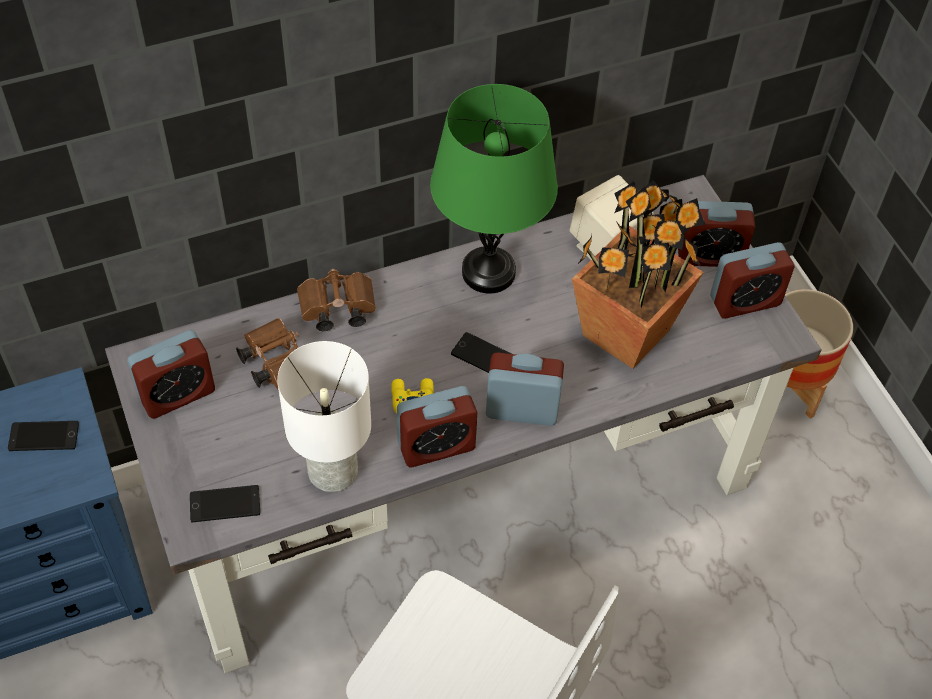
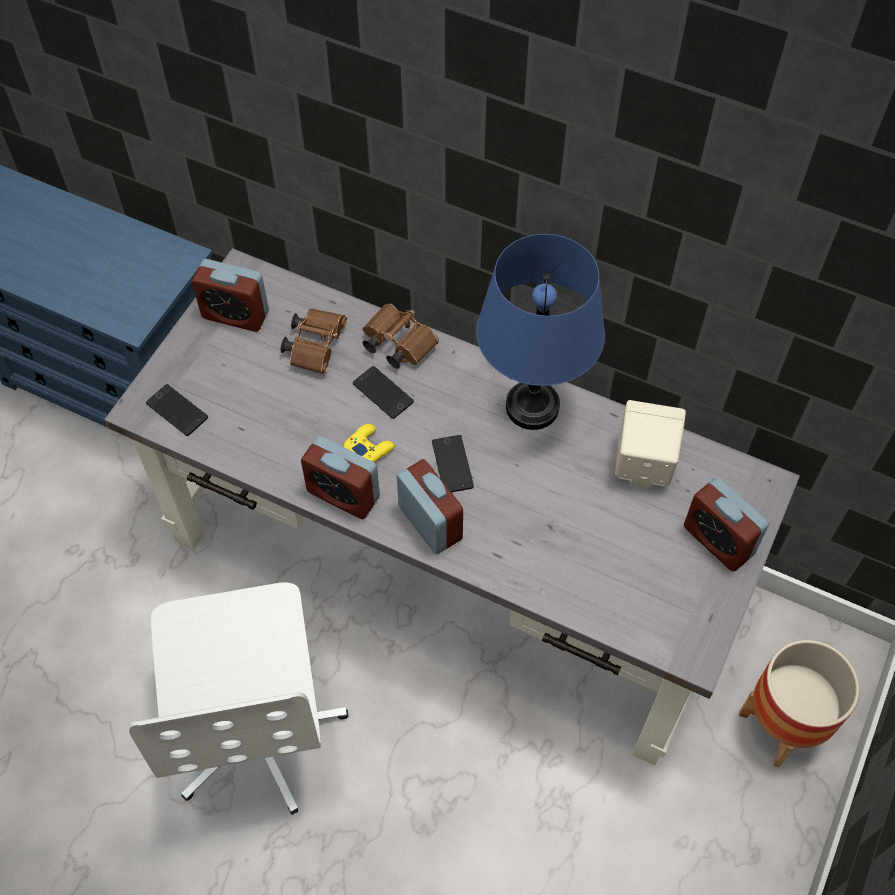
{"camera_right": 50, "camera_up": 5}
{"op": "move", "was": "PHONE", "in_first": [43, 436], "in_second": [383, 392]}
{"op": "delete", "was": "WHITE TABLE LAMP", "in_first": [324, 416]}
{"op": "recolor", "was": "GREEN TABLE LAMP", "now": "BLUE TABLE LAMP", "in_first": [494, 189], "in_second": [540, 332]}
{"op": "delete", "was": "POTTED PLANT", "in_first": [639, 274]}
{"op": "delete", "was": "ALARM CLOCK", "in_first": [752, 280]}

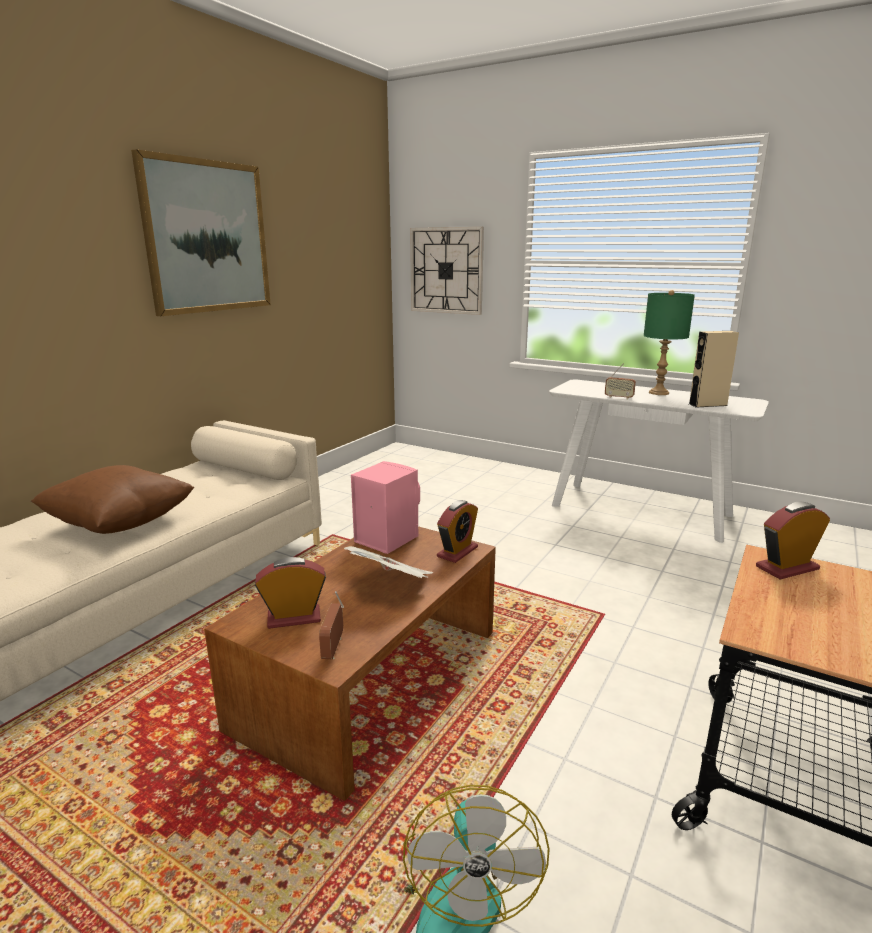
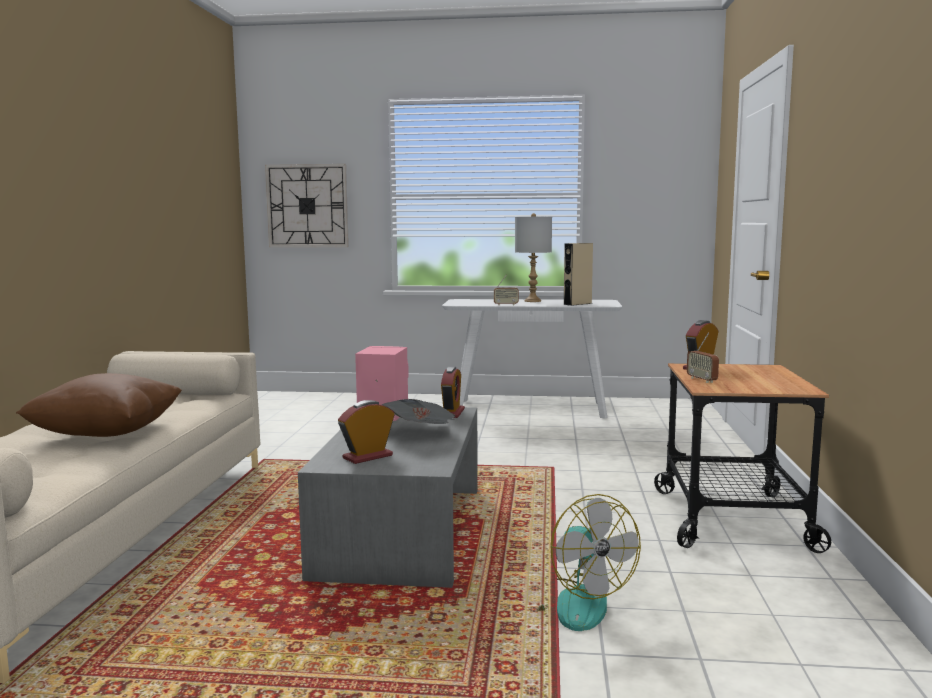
{"camera_right": -25, "camera_up": -10}
{"op": "delete", "was": "PICTURE", "in_first": [201, 232]}
{"op": "recolor", "was": "BROWN COFFEE TABLE", "now": "GREY COFFEE TABLE", "in_first": [350, 663], "in_second": [388, 497]}
{"op": "move", "was": "RADIO", "in_first": [331, 625], "in_second": [703, 357]}
{"op": "recolor", "was": "GREEN TABLE LAMP", "now": "GREY TABLE LAMP", "in_first": [669, 342], "in_second": [533, 257]}

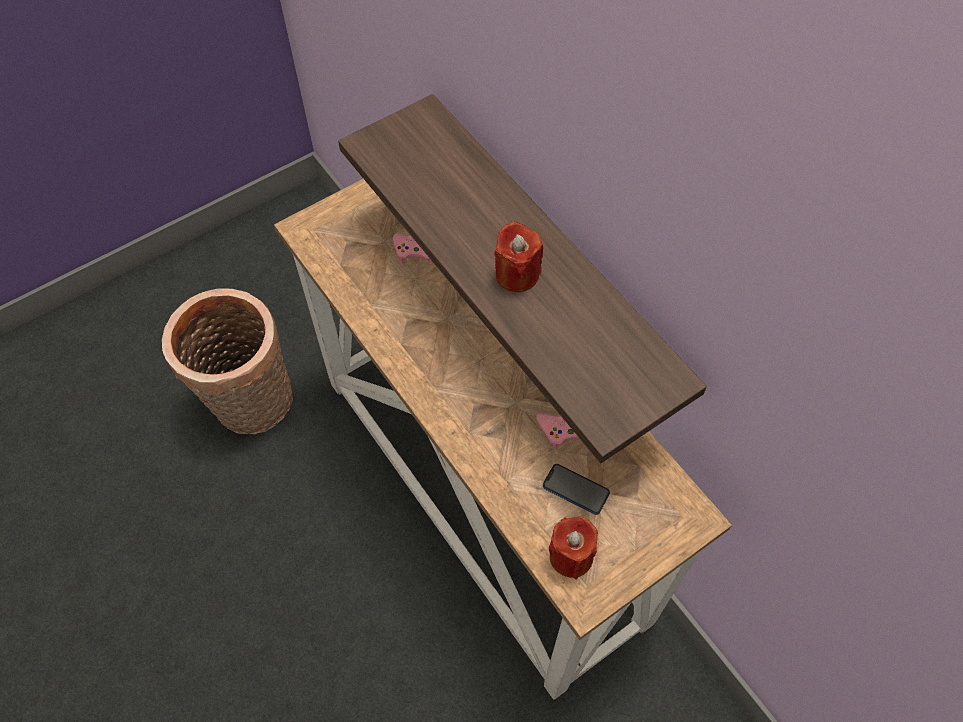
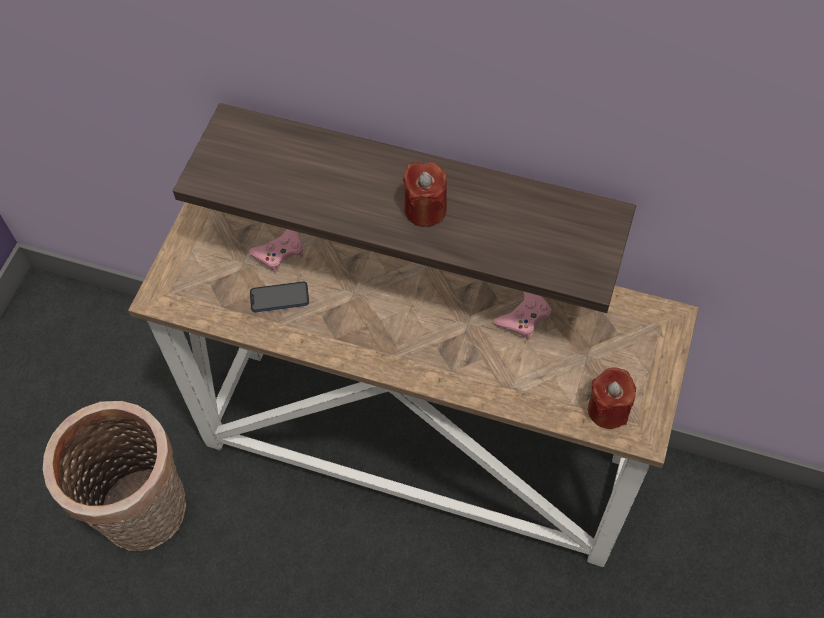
{"camera_right": -35, "camera_up": 0}
{"op": "move", "was": "PHONE", "in_first": [576, 489], "in_second": [279, 296]}

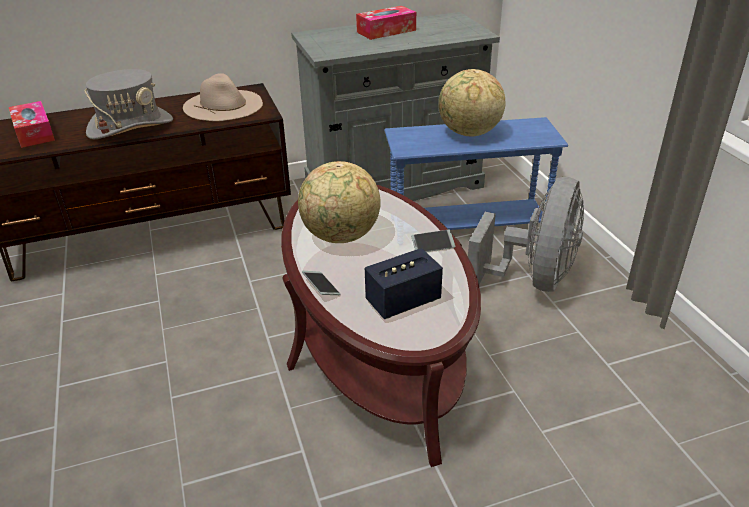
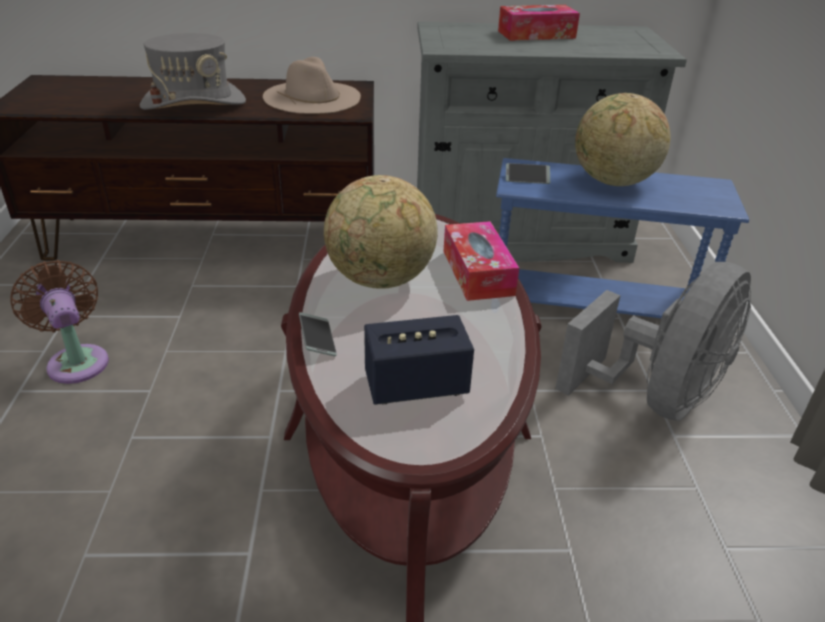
{"camera_right": 15, "camera_up": 0}
{"op": "move", "was": "TISSUE BOX", "in_first": [32, 124], "in_second": [481, 261]}
{"op": "move", "was": "PHONE", "in_first": [433, 241], "in_second": [528, 173]}
{"op": "insert", "now": "BROWN FAN", "in_second": [59, 322]}

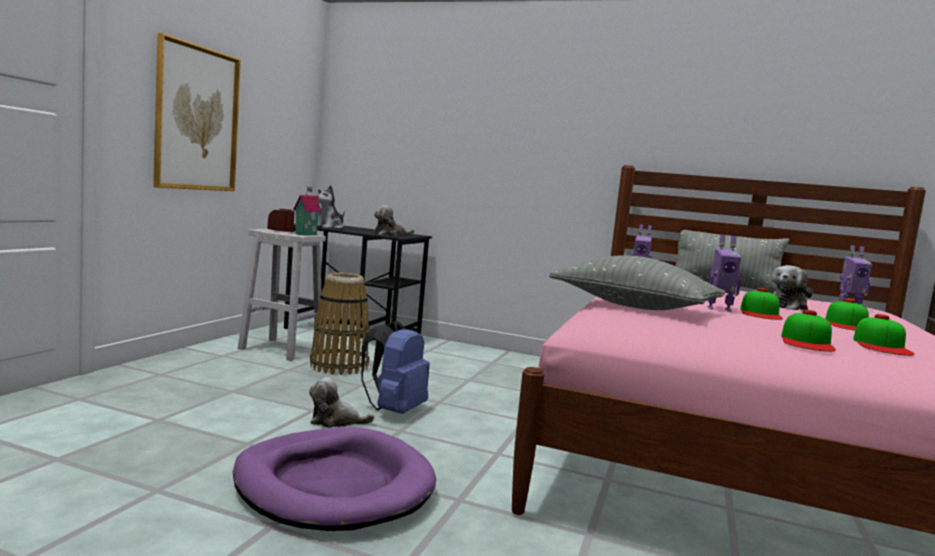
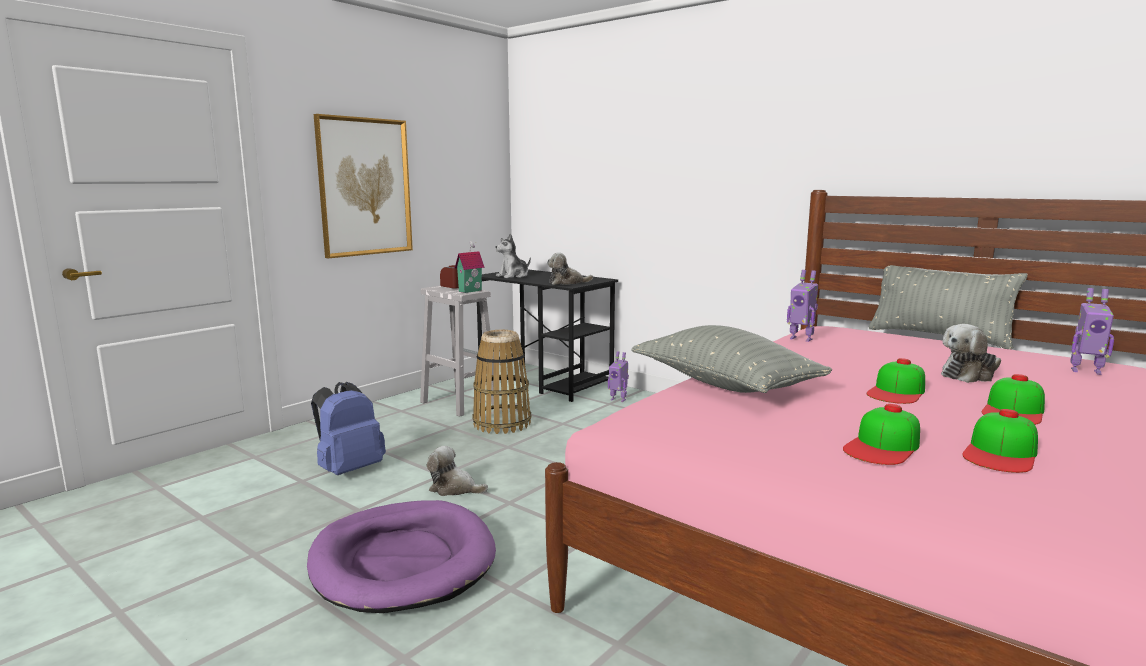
{"camera_right": 20, "camera_up": 5}
{"op": "move", "was": "BLUE BACKPACK", "in_first": [395, 367], "in_second": [348, 428]}
{"op": "move", "was": "TOY ROBOT", "in_first": [724, 273], "in_second": [618, 376]}

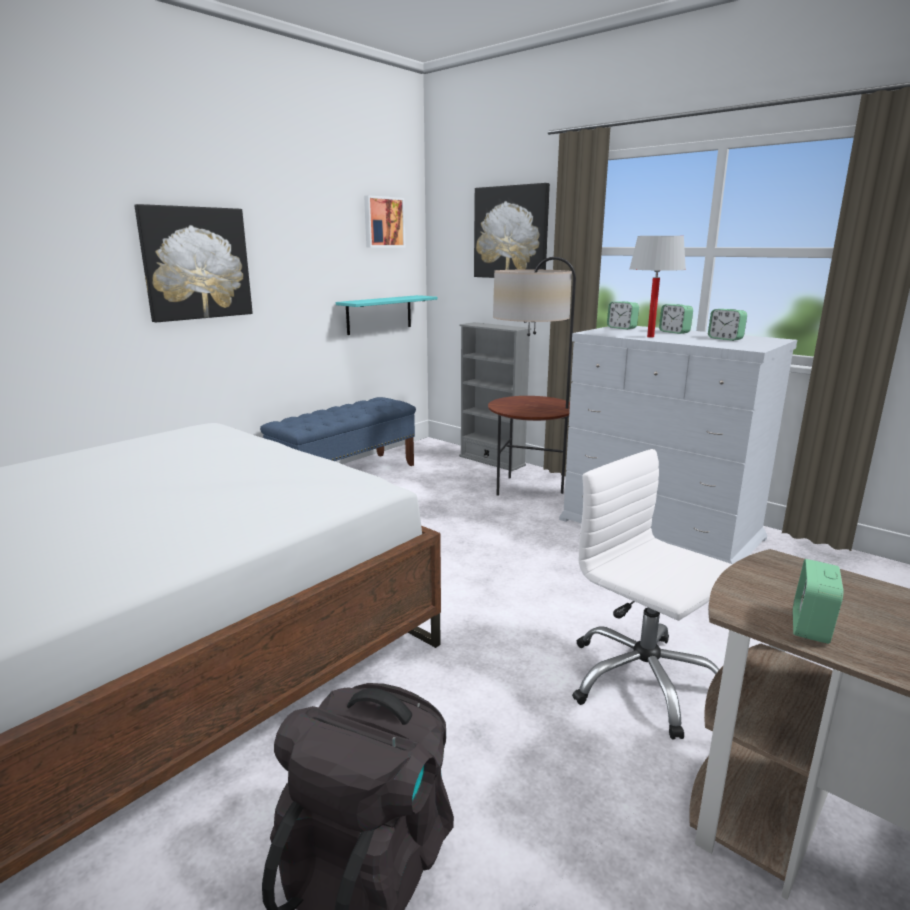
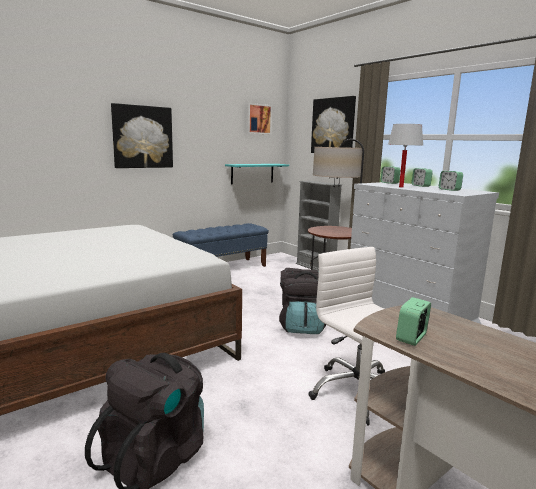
{"camera_right": 10, "camera_up": -5}
{"op": "insert", "now": "BLACK BACKPACK", "in_second": [302, 301]}

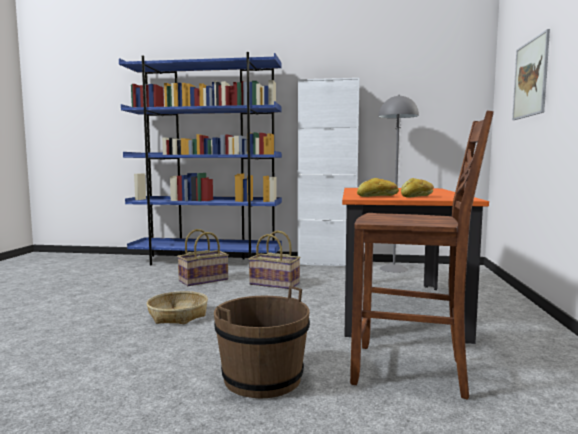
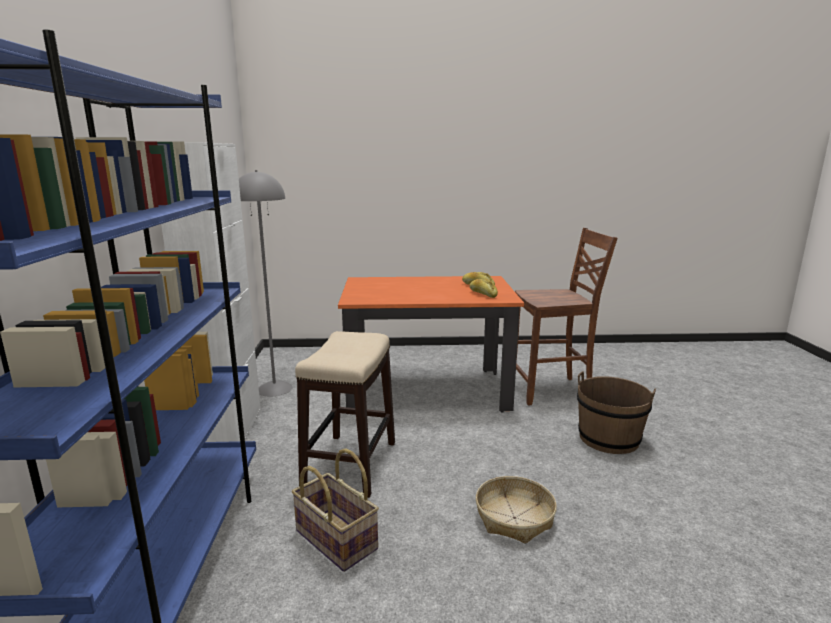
{"camera_right": -100, "camera_up": 10}
{"op": "replace", "was": "BASKET", "now": "STOOL", "in_first": [274, 259], "in_second": [345, 414]}
{"op": "rotate", "was": "BROWN CHAIR", "in_first": [422, 255], "in_second": [566, 317], "clockwise": 75}
{"op": "delete", "was": "PICTURE", "in_first": [531, 74]}

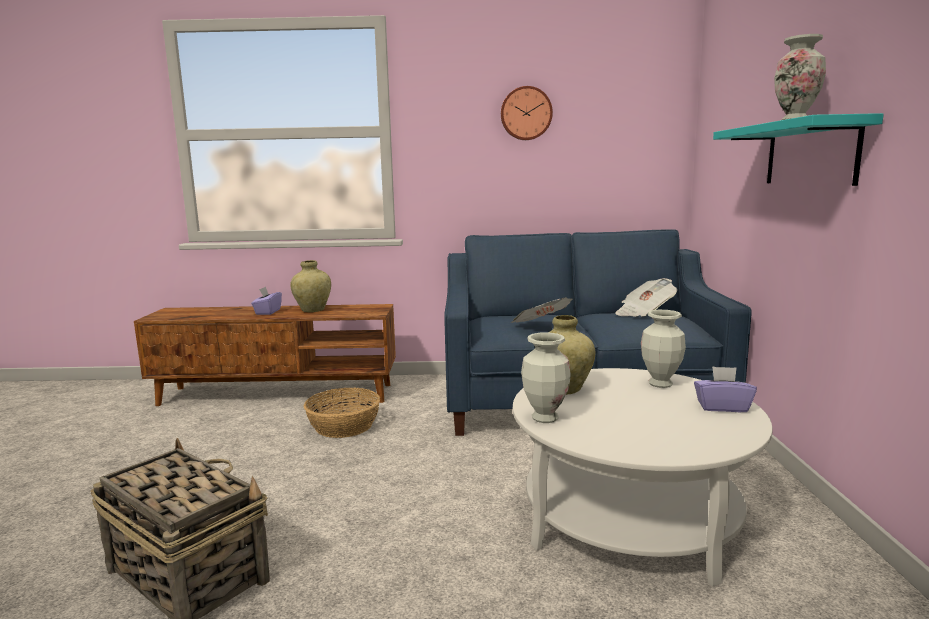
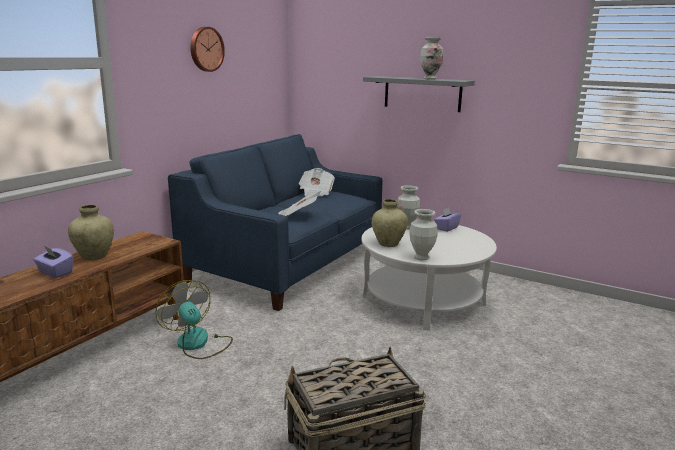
{"camera_right": -60, "camera_up": 5}
{"op": "replace", "was": "BASKET", "now": "FAN", "in_first": [342, 413], "in_second": [194, 319]}
{"op": "recolor", "was": "TURQUOISE SHELF", "now": "GREY SHELF", "in_first": [798, 149], "in_second": [419, 94]}

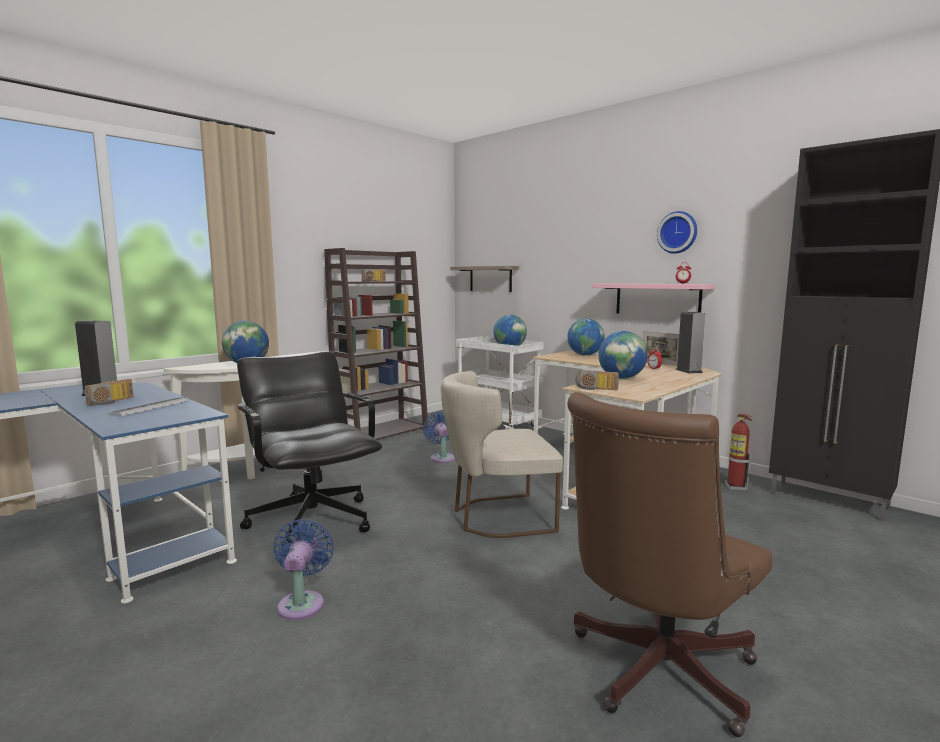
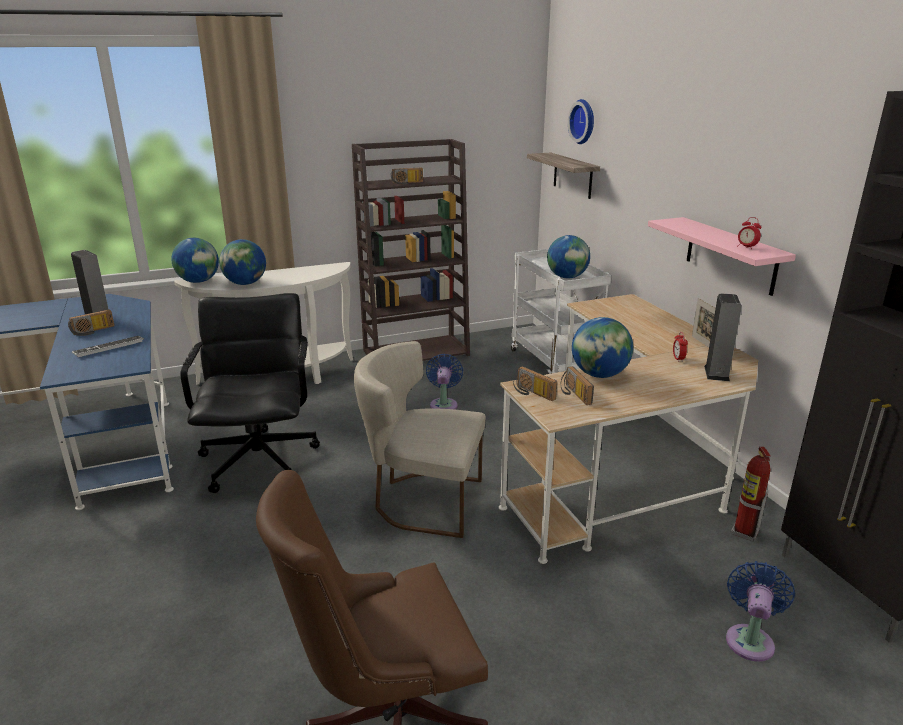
{"camera_right": 25, "camera_up": 15}
{"op": "move", "was": "BLUE FAN", "in_first": [304, 569], "in_second": [760, 611]}
{"op": "move", "was": "GLOBE", "in_first": [586, 337], "in_second": [195, 260]}
{"op": "move", "was": "WALL CLOCK", "in_first": [677, 232], "in_second": [581, 121]}
{"op": "insert", "now": "RADIO", "in_second": [577, 385]}

